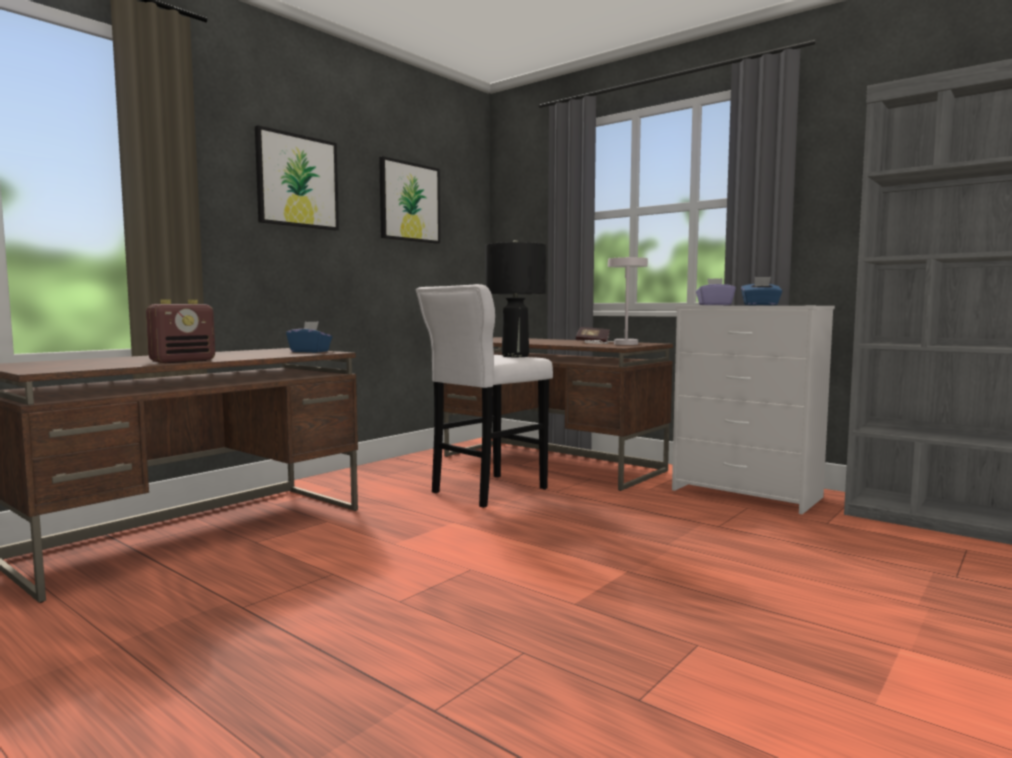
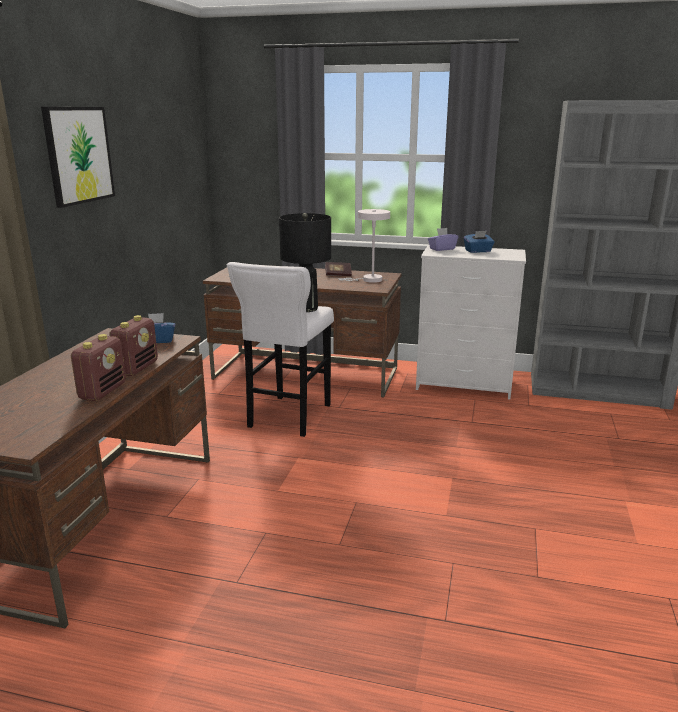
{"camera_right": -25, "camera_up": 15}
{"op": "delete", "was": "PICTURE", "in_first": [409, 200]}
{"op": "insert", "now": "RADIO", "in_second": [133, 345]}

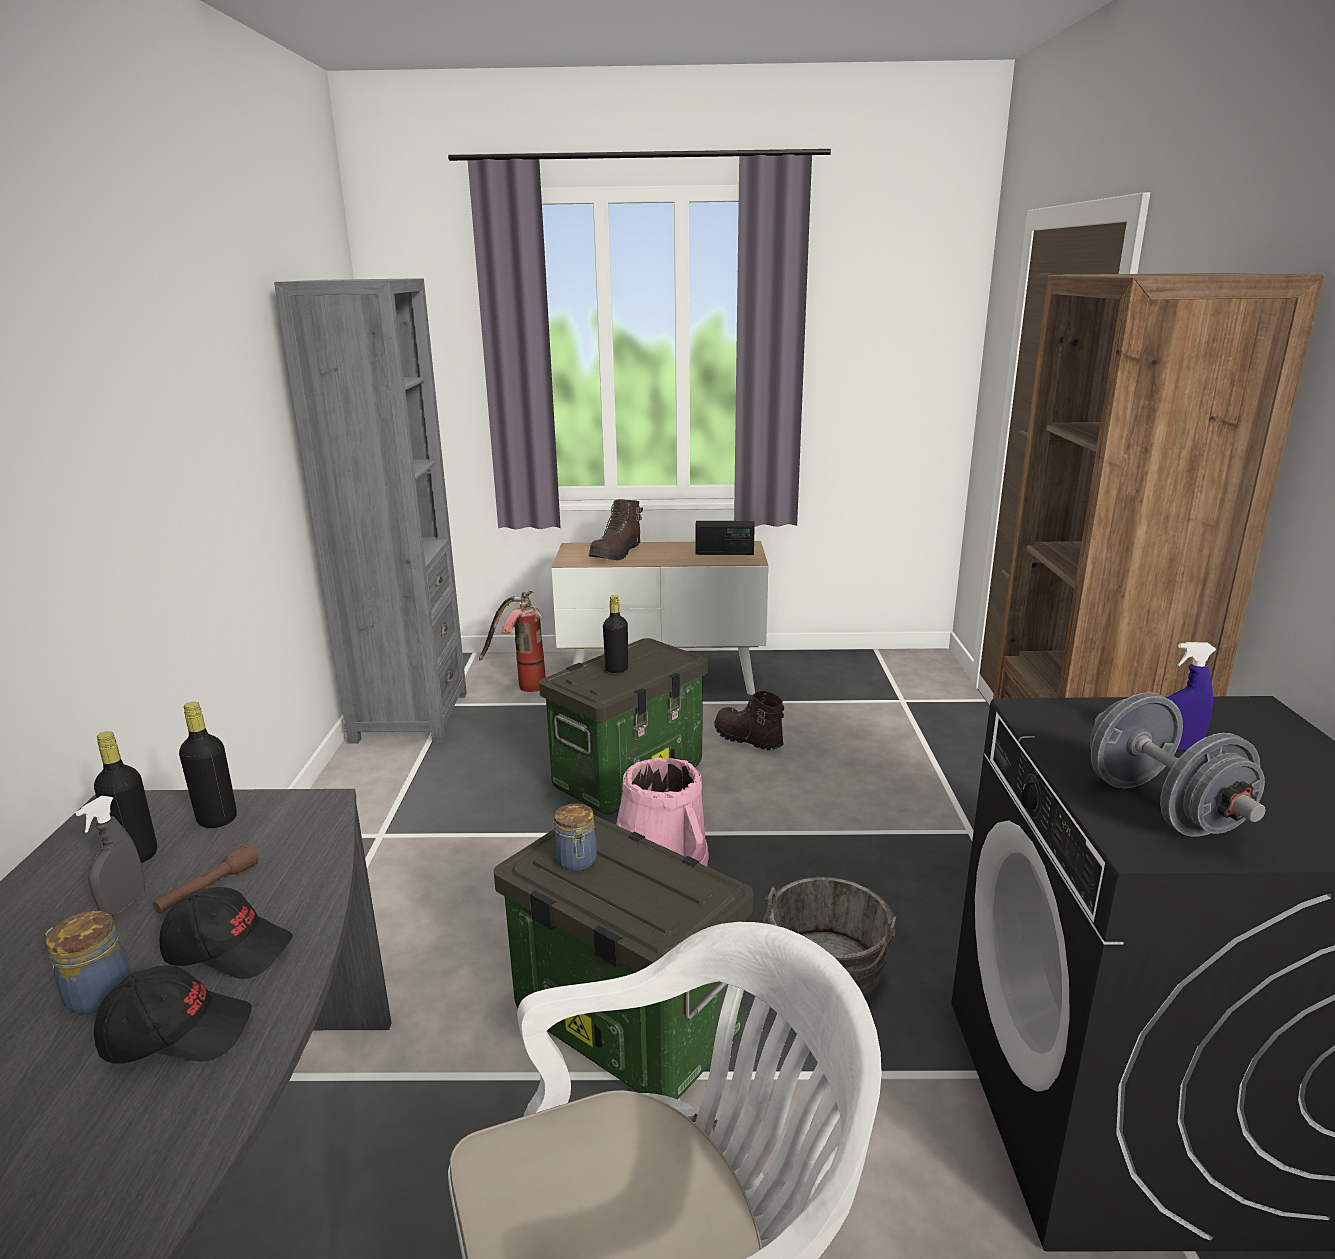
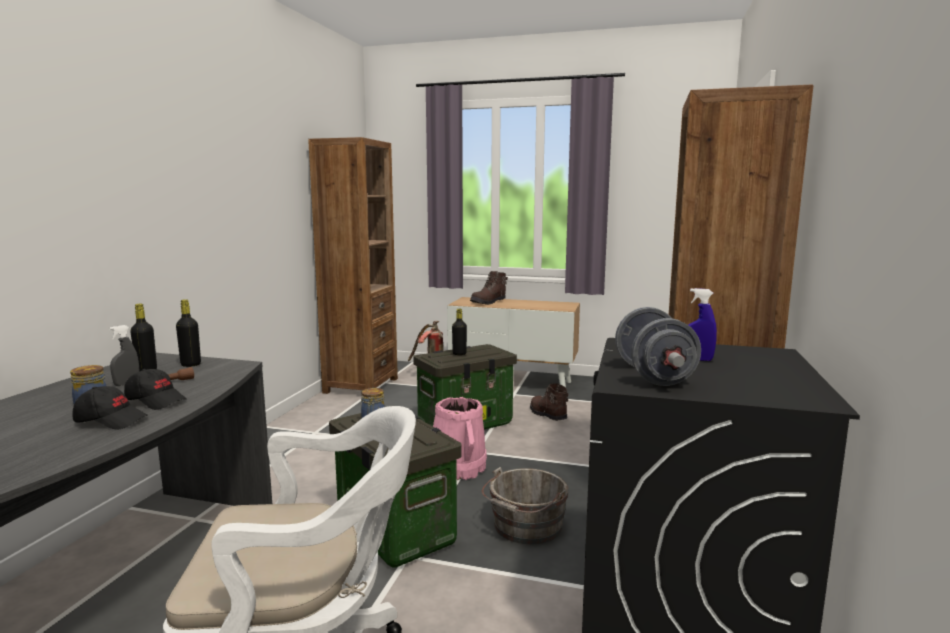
{"camera_right": 15, "camera_up": -10}
{"op": "recolor", "was": "GREY BOOKCASE", "now": "BROWN BOOKCASE", "in_first": [370, 511], "in_second": [353, 265]}
{"op": "delete", "was": "RADIO", "in_first": [725, 538]}

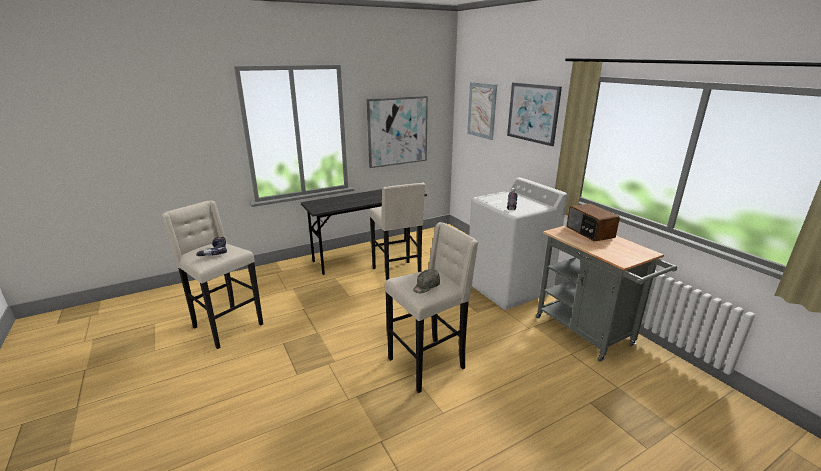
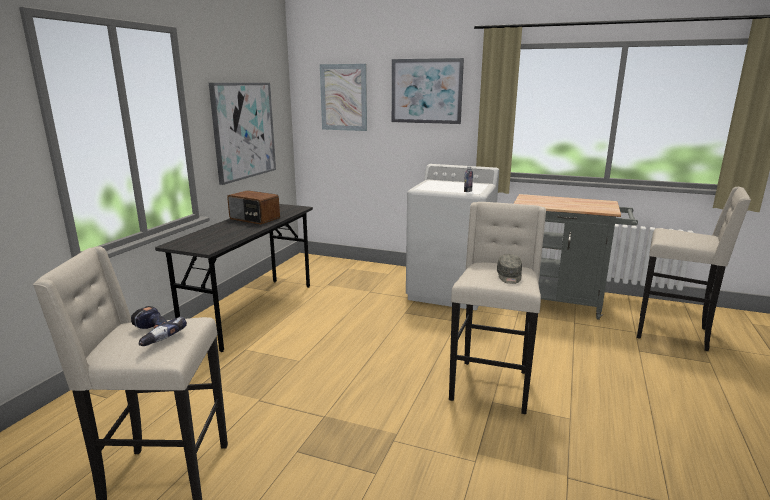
{"camera_right": -40, "camera_up": -5}
{"op": "move", "was": "BEIGE STOOL", "in_first": [397, 231], "in_second": [694, 269]}
{"op": "move", "was": "RADIO", "in_first": [593, 222], "in_second": [253, 207]}

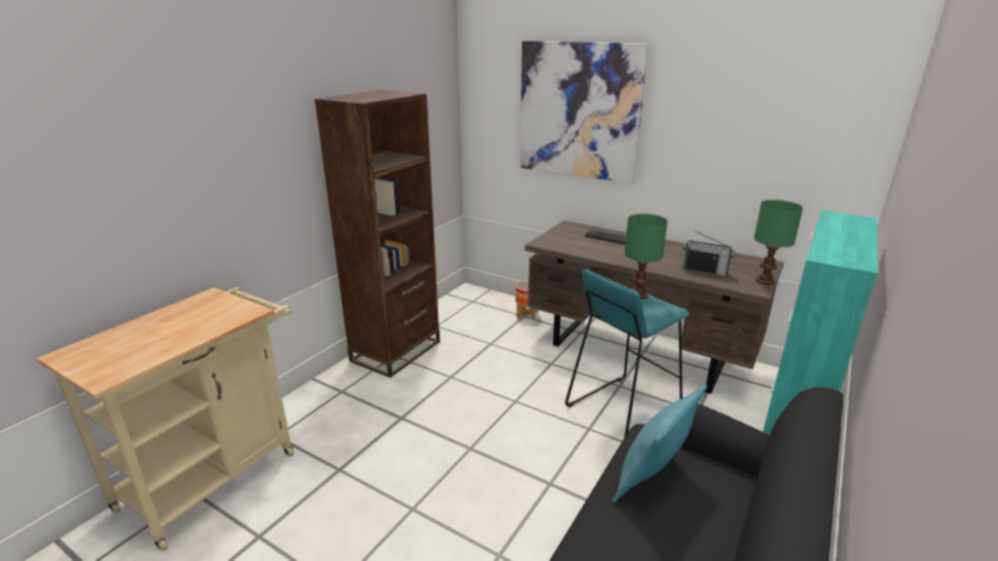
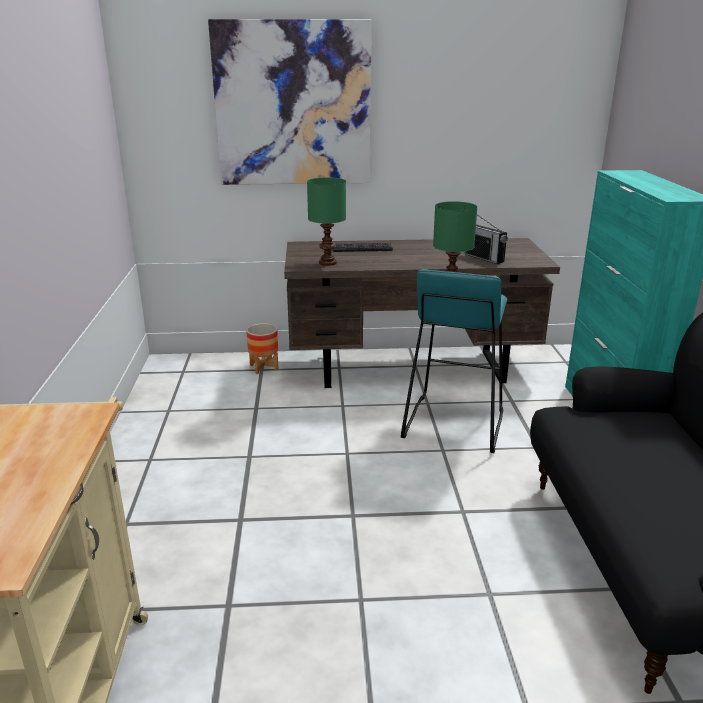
{"camera_right": -35, "camera_up": 0}
{"op": "delete", "was": "BROWN BOOKCASE", "in_first": [377, 234]}
{"op": "delete", "was": "TURQUOISE PILLOW", "in_first": [659, 443]}
{"op": "rotate", "was": "RADIO", "in_first": [709, 253], "in_second": [486, 239], "clockwise": 60}
{"op": "move", "was": "GREEN TABLE LAMP", "in_first": [778, 242], "in_second": [326, 221]}

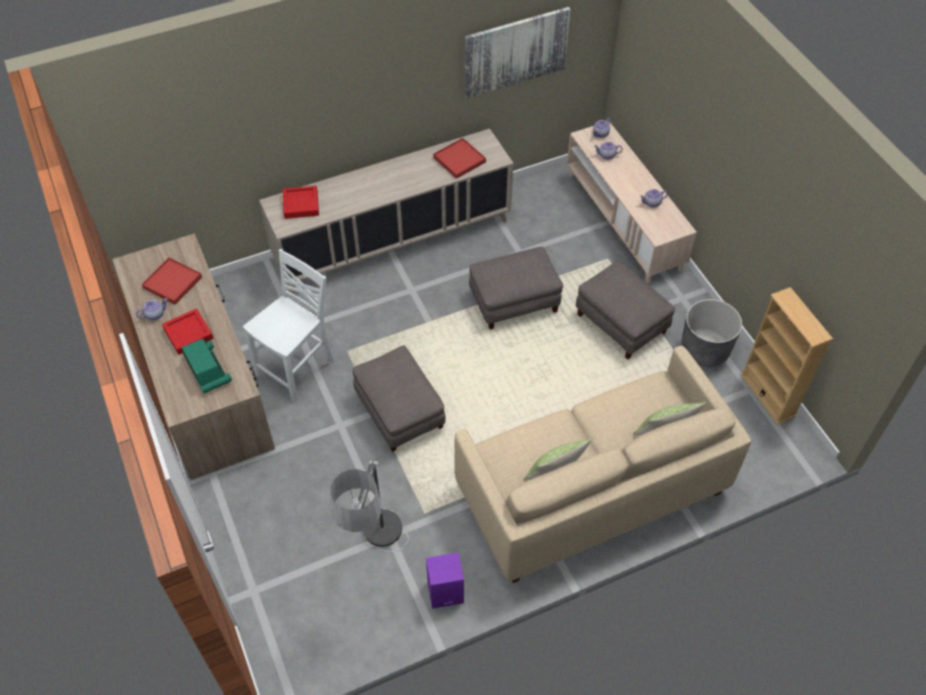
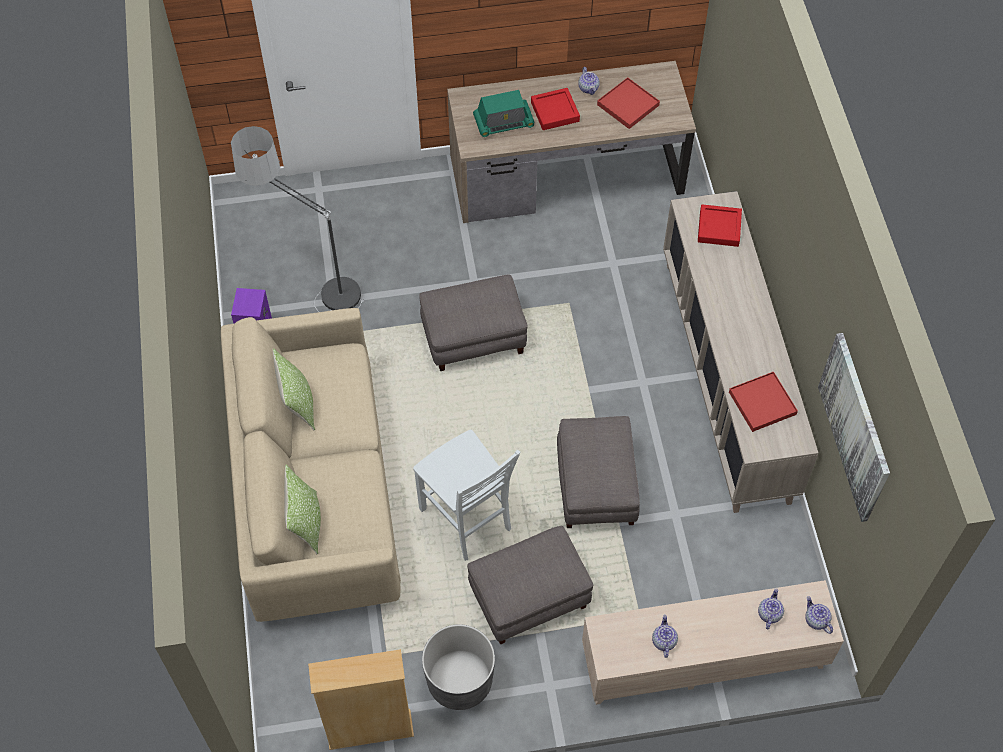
{"camera_right": 105, "camera_up": 5}
{"op": "move", "was": "WHITE CHAIR", "in_first": [288, 325], "in_second": [466, 495]}

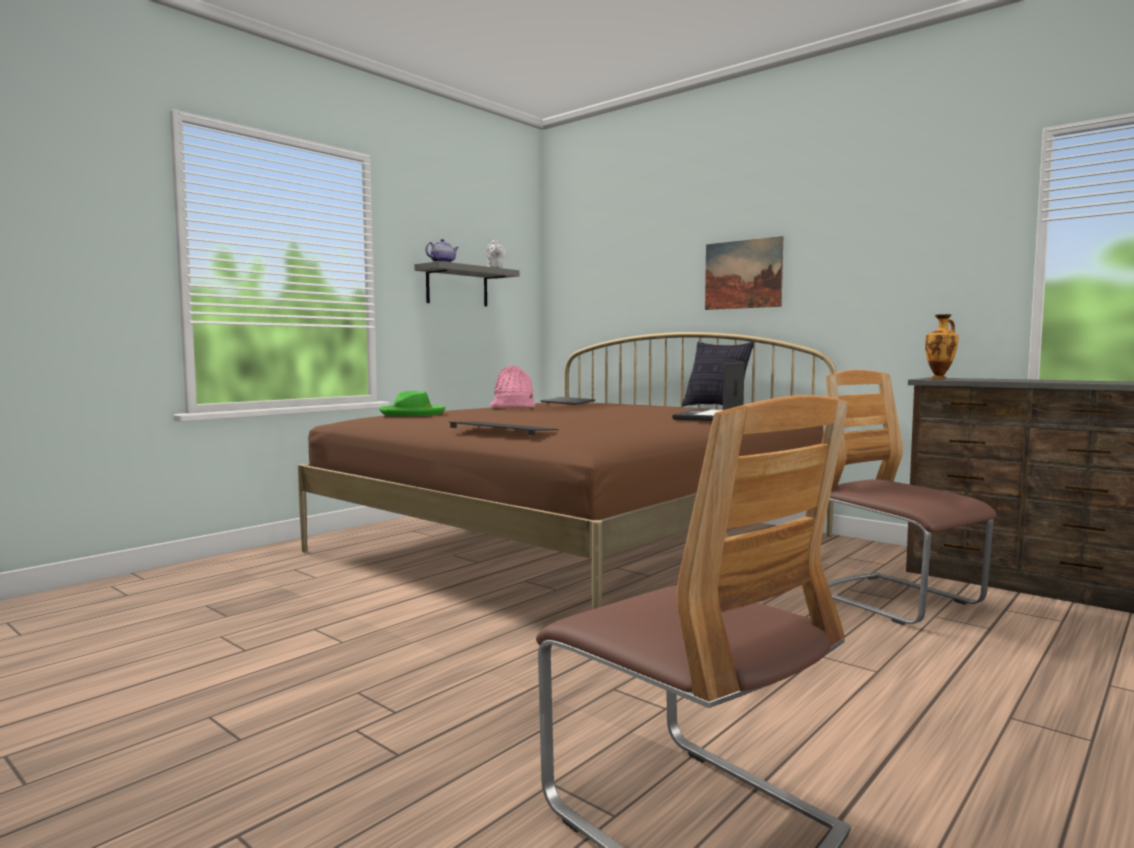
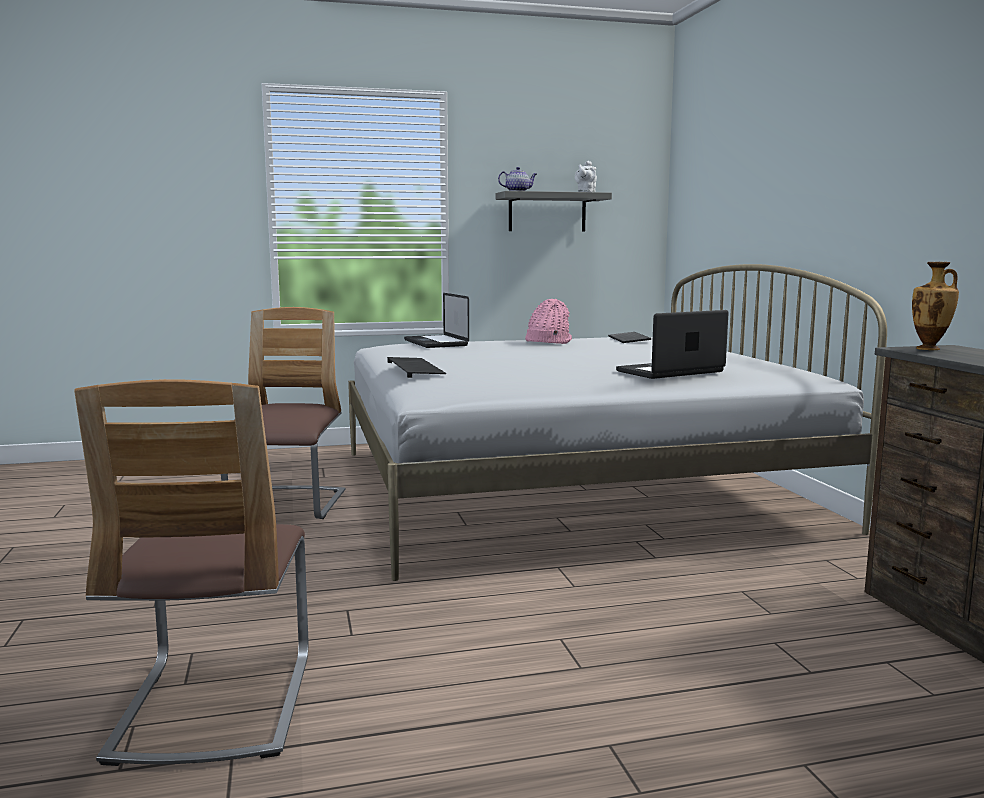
{"camera_right": 35, "camera_up": 5}
{"op": "recolor", "was": "BROWN BED", "now": "WHITE BED", "in_first": [567, 471], "in_second": [617, 422]}
{"op": "replace", "was": "GREEN HAT", "now": "LAPTOP", "in_first": [412, 403], "in_second": [436, 320]}
{"op": "delete", "was": "PILLOW", "in_first": [718, 373]}
{"op": "delete", "was": "PICTURE", "in_first": [744, 273]}
{"op": "move", "was": "CHAIR", "in_first": [911, 497], "in_second": [283, 413]}

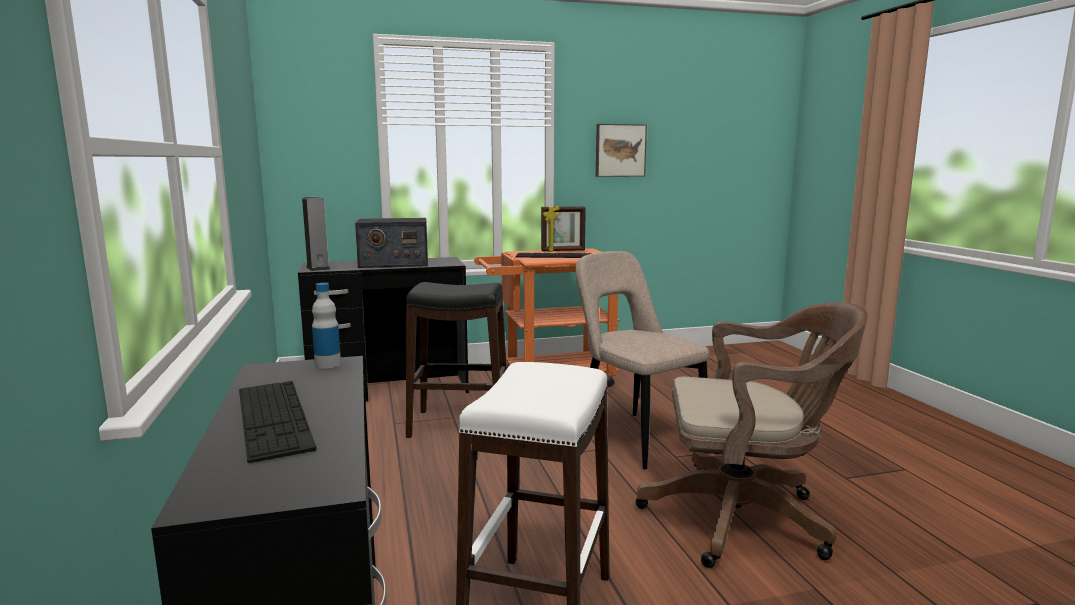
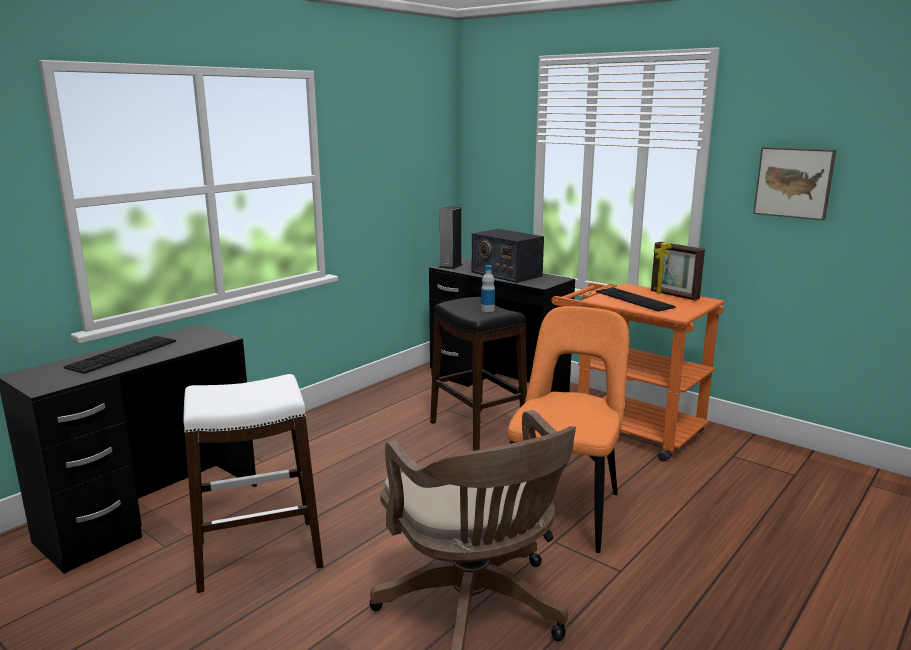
{"camera_right": 55, "camera_up": 5}
{"op": "move", "was": "BOTTLE", "in_first": [326, 326], "in_second": [488, 288]}
{"op": "recolor", "was": "BEIGE CHAIR", "now": "ORANGE CHAIR", "in_first": [642, 360], "in_second": [568, 429]}

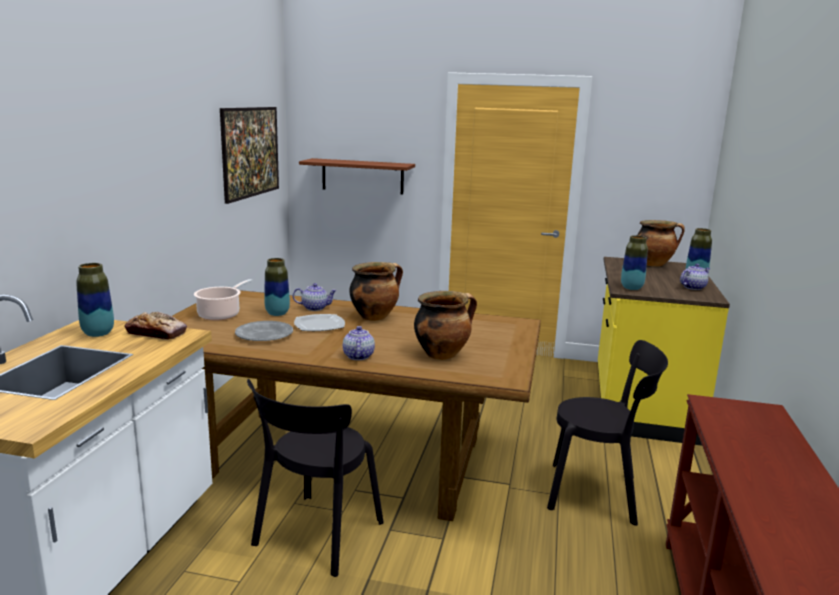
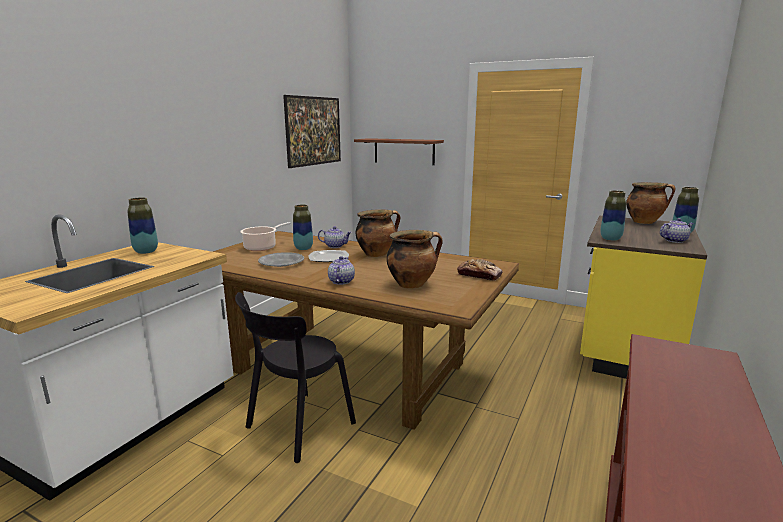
{"camera_right": 15, "camera_up": 0}
{"op": "move", "was": "BREAD", "in_first": [156, 326], "in_second": [480, 270]}
{"op": "delete", "was": "BLACK CHAIR", "in_first": [607, 433]}

